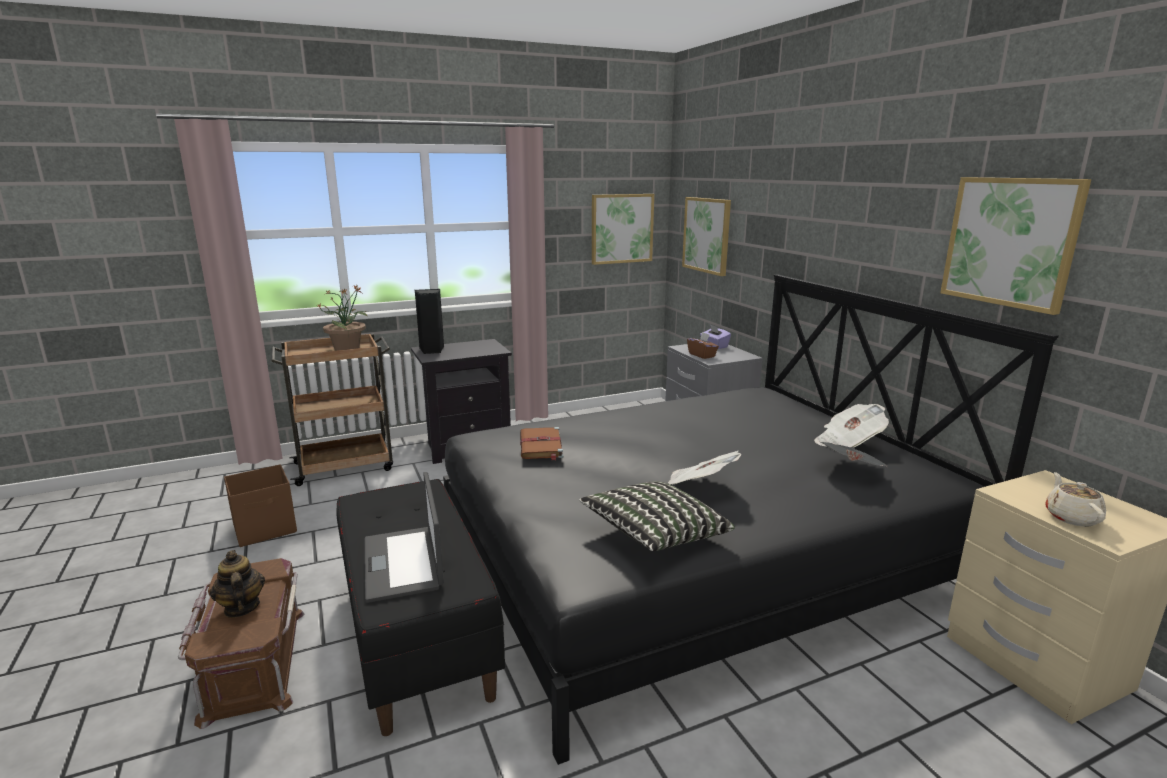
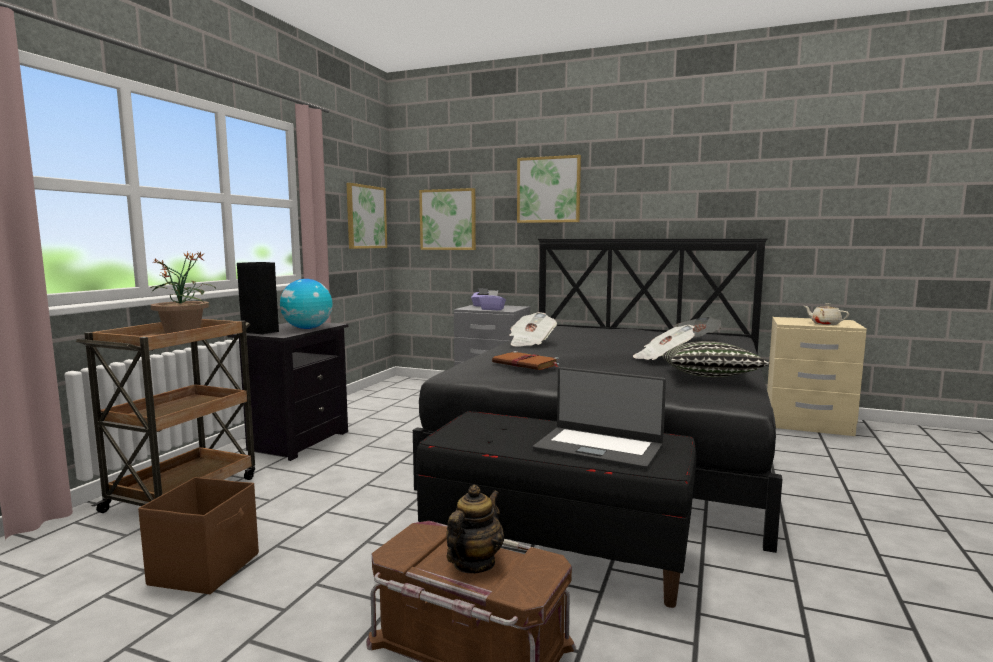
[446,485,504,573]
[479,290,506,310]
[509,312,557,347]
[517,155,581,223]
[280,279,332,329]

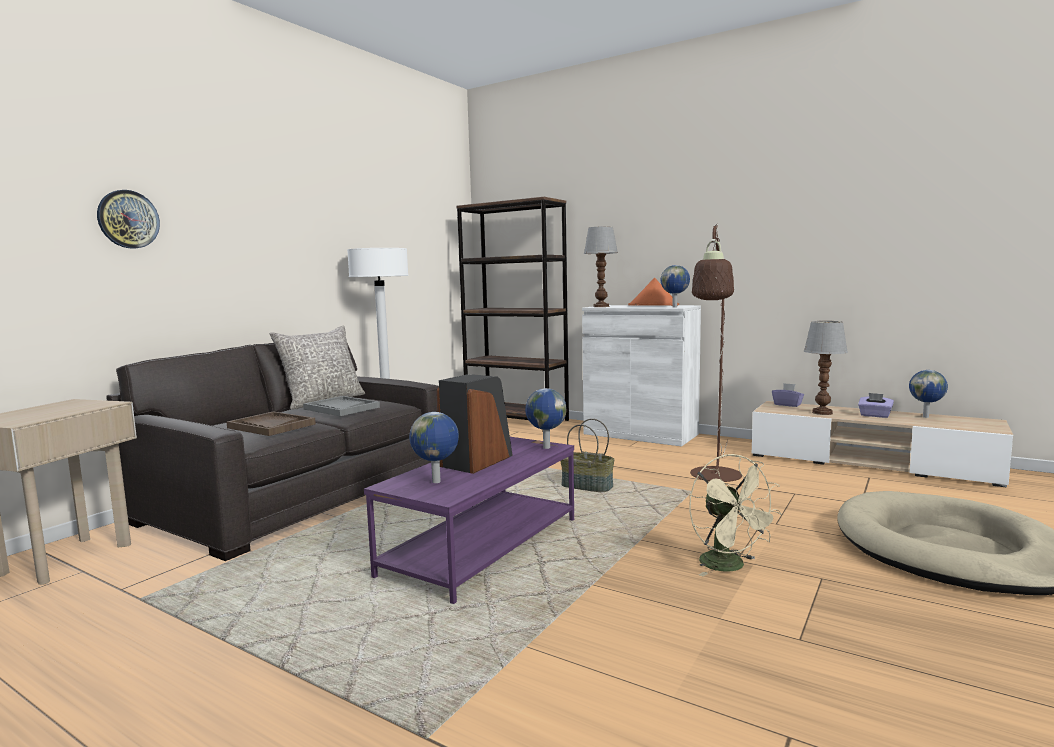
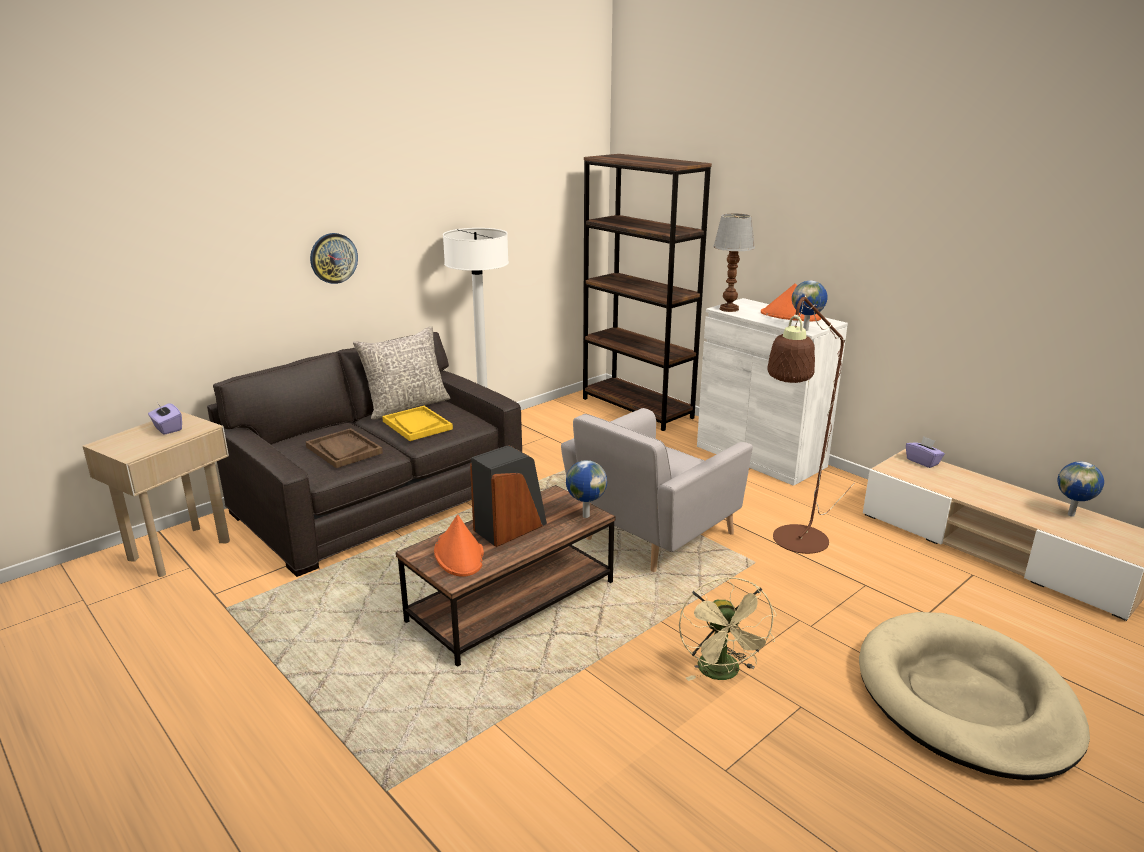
[310,233,358,284]
[382,406,453,441]
[396,485,615,667]
[434,515,484,577]
[561,408,753,572]
[804,321,848,415] (first image)
[148,403,182,435]

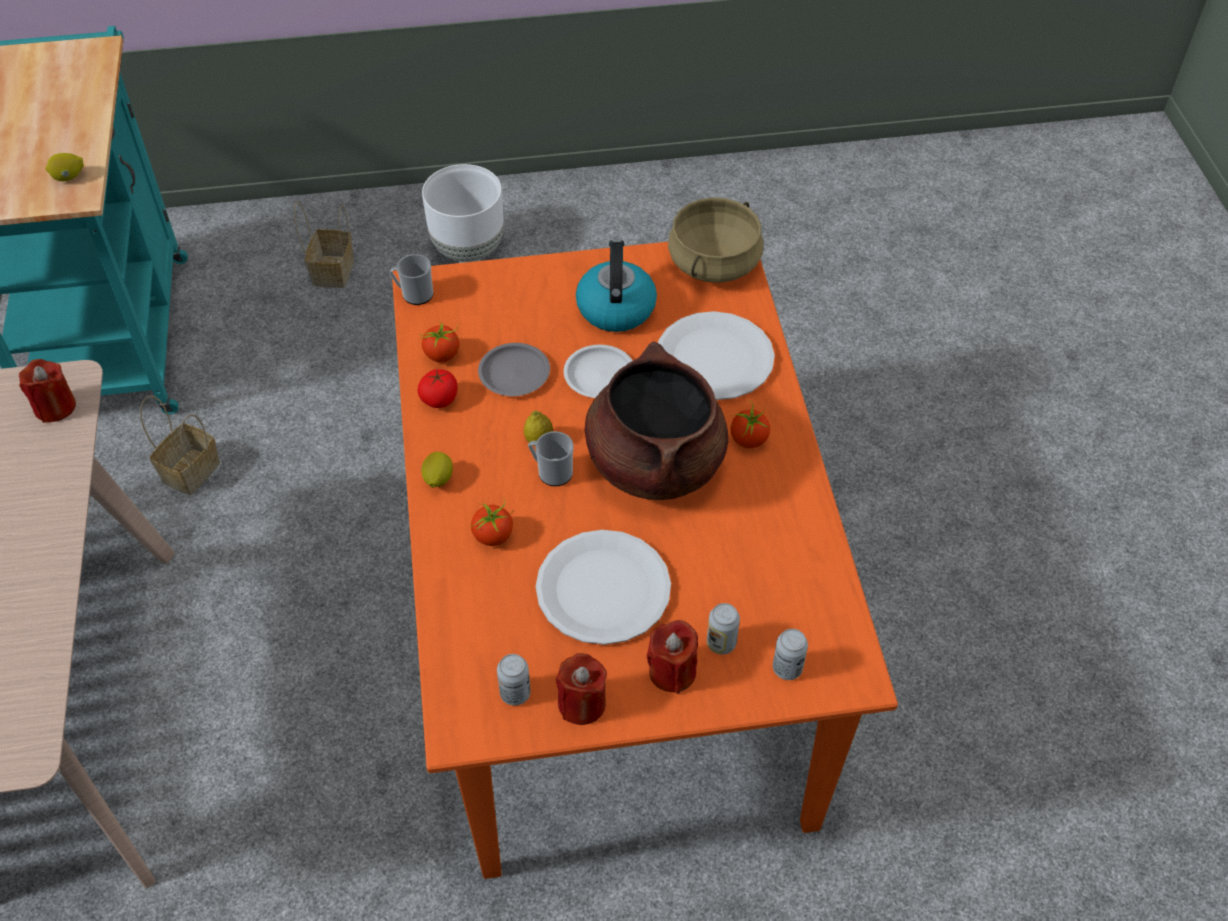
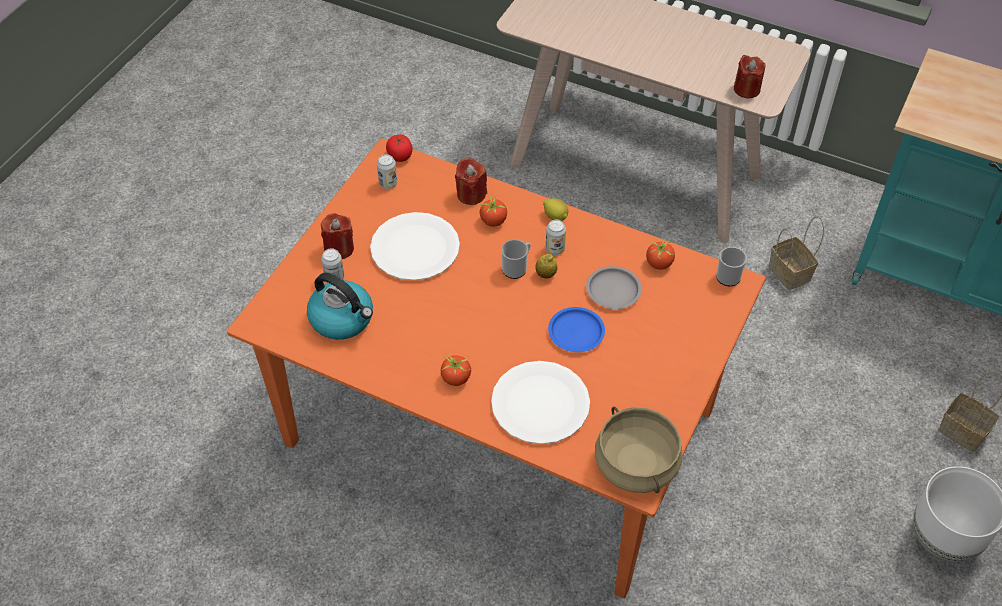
[45,153,84,181] (first image)
[386,135,413,162]
[455,157,487,205]
[548,307,605,352]
[307,273,373,340]
[584,342,728,500] (first image)
[546,220,566,255]

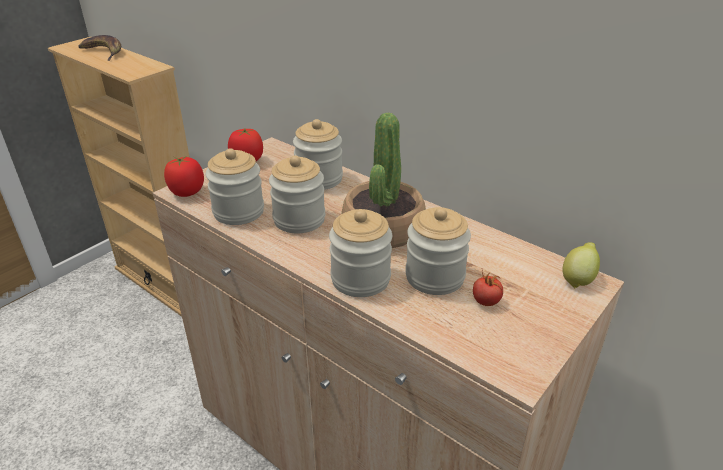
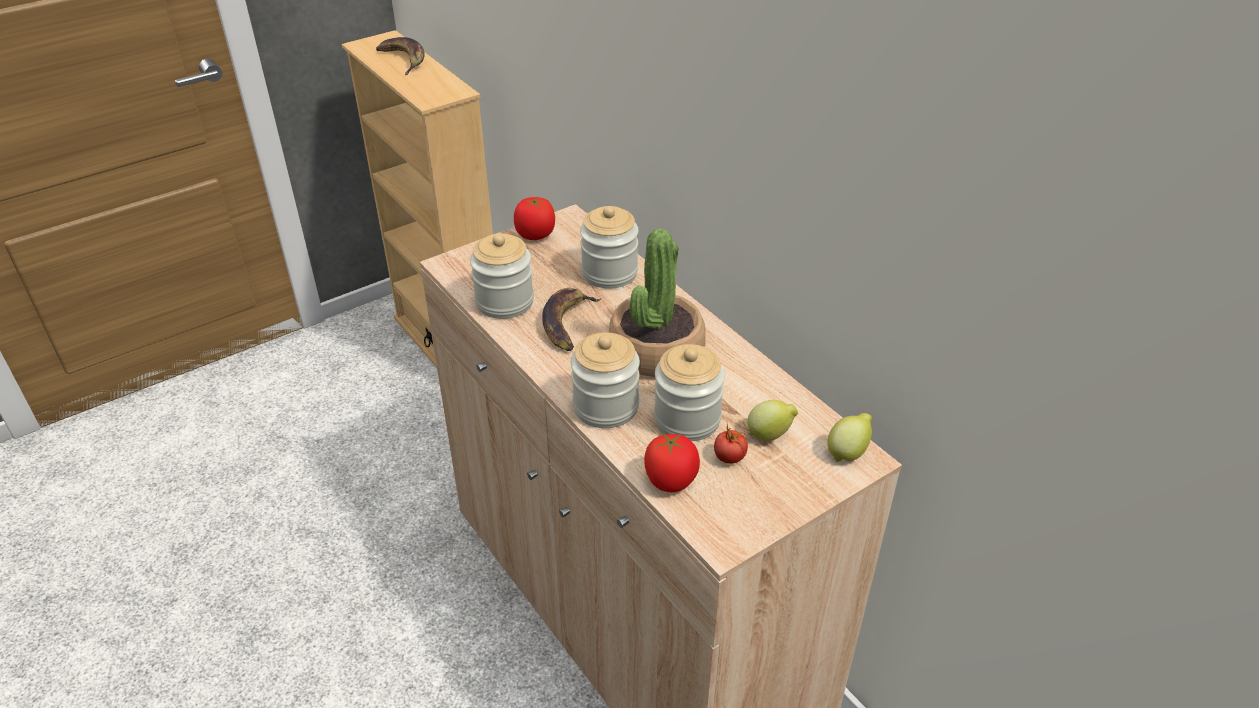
[644,433,700,492]
[543,288,602,351]
[747,400,798,441]

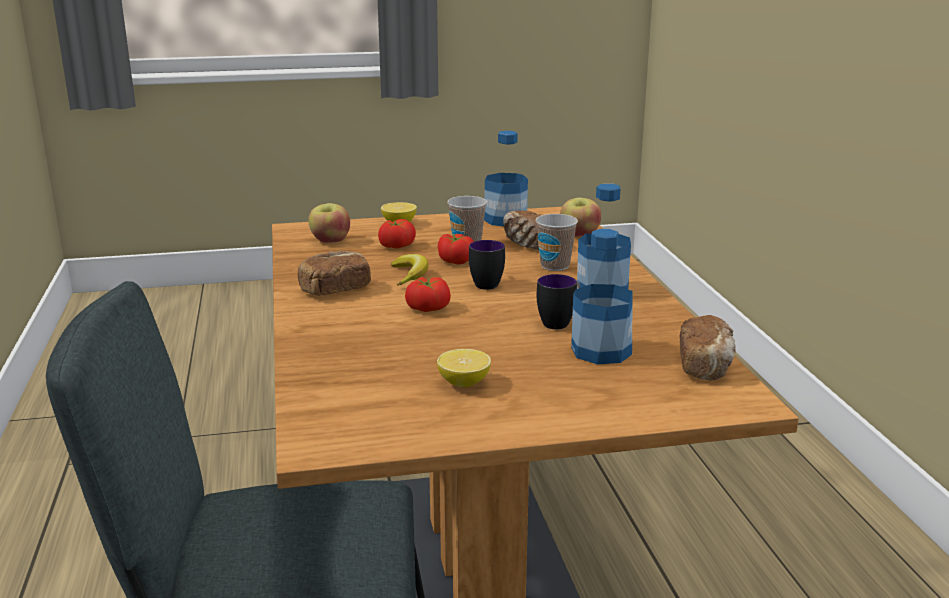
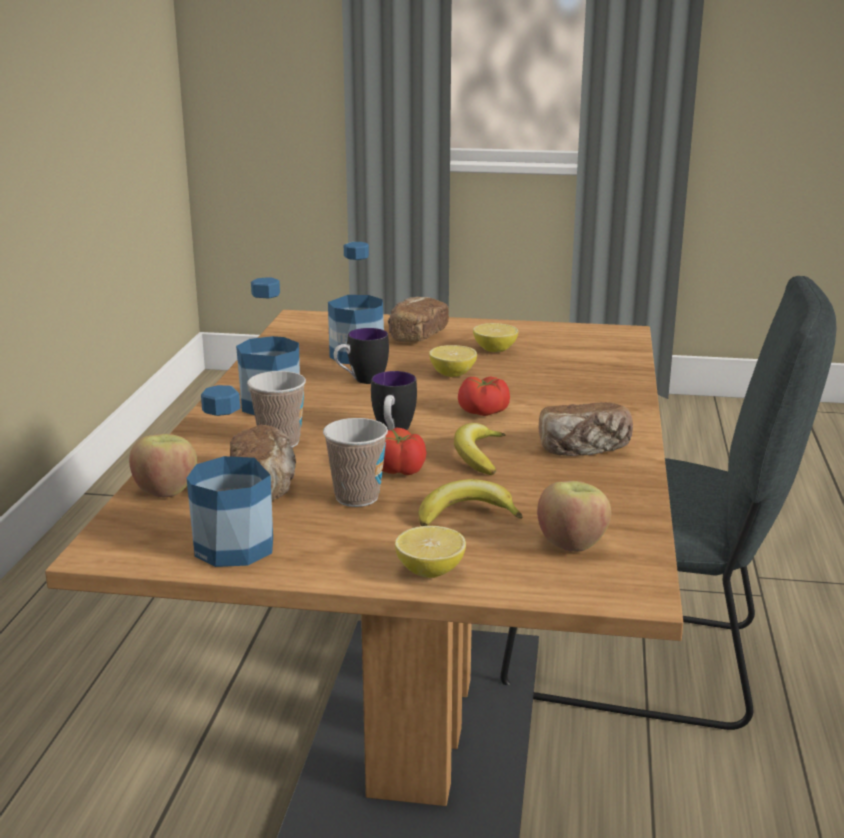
[418,479,523,526]
[388,297,449,342]
[429,345,477,377]

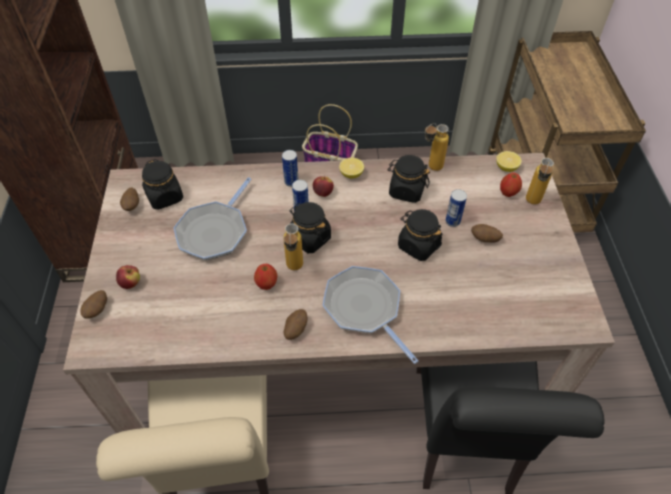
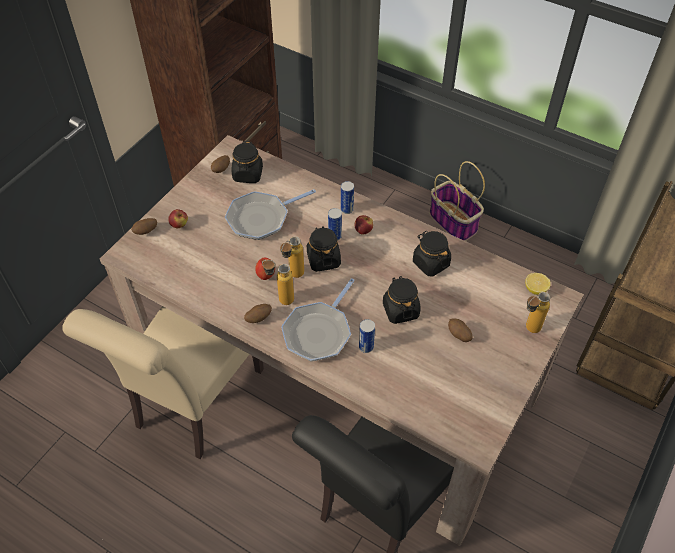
[281,278,355,362]
[339,157,364,179] (first image)
[262,260,294,305]
[359,319,375,353]
[500,173,522,197] (first image)

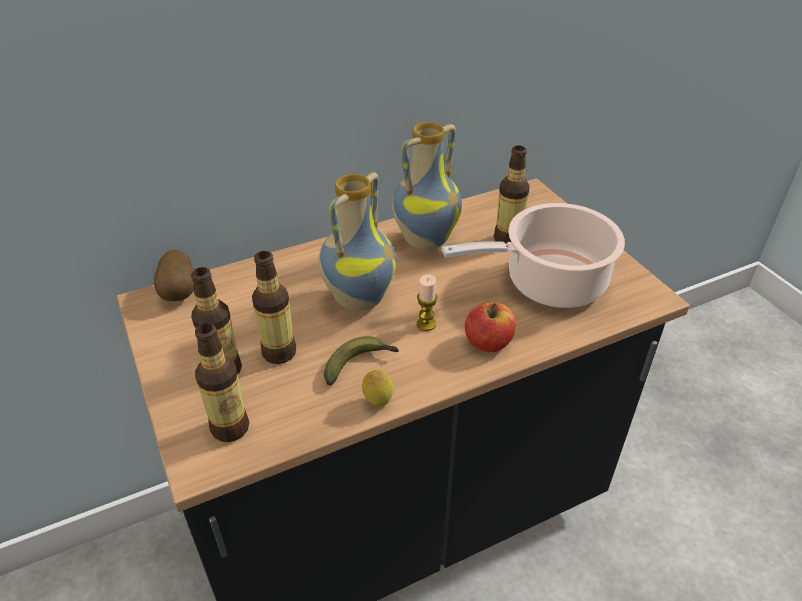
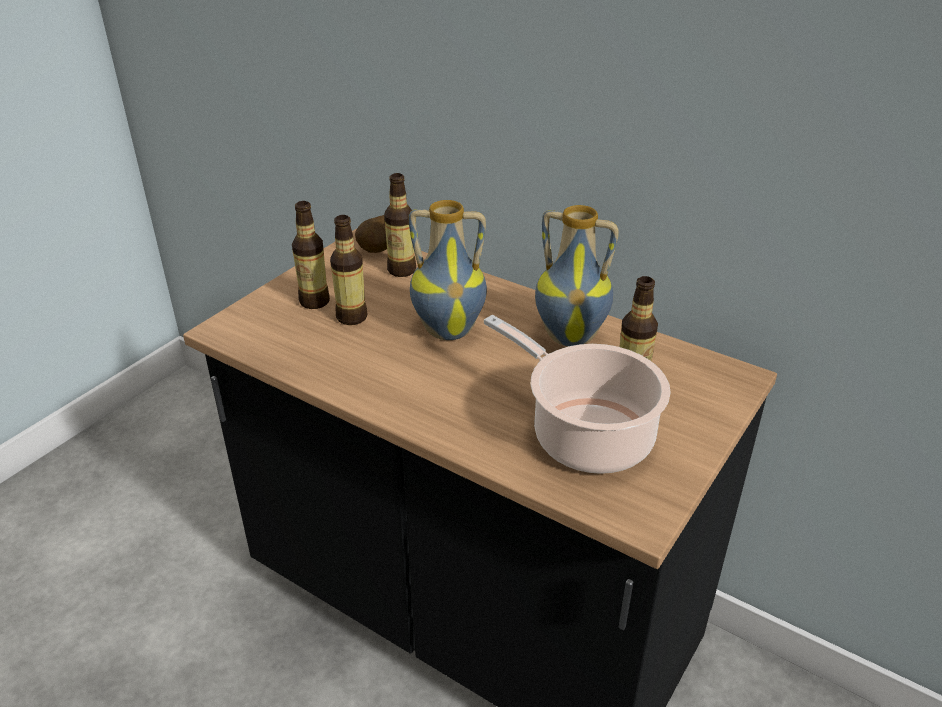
[384,173,416,277]
[324,336,399,385] (first image)
[362,370,393,407] (first image)
[417,275,437,331] (first image)
[465,302,516,352] (first image)

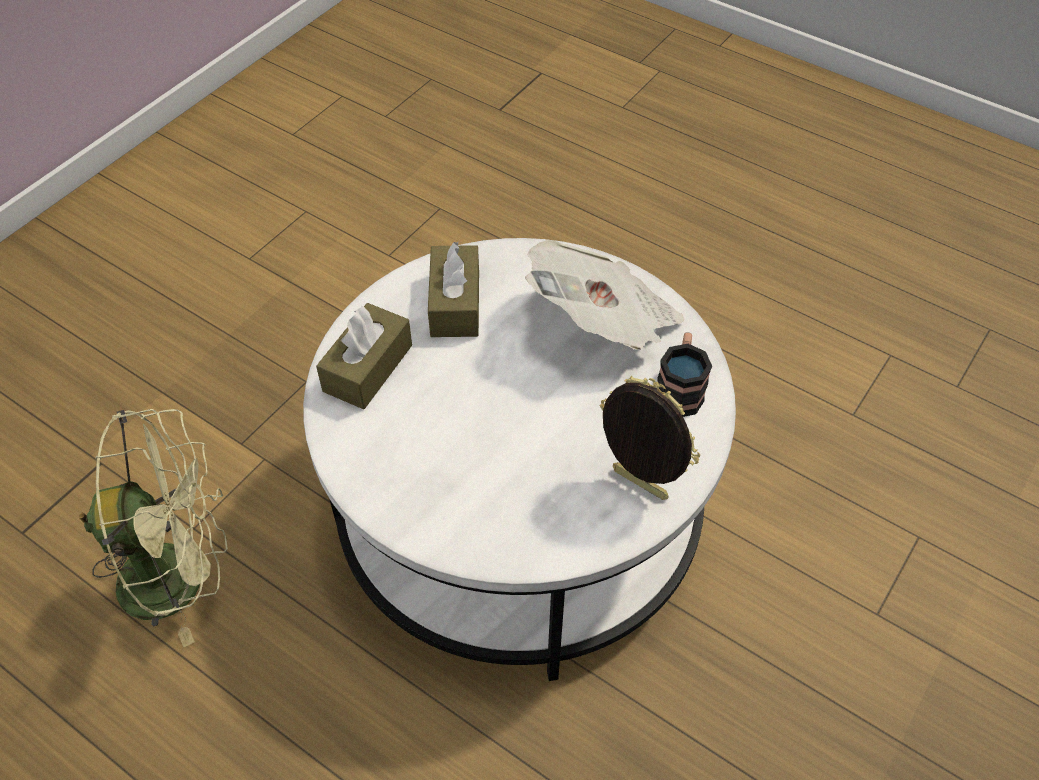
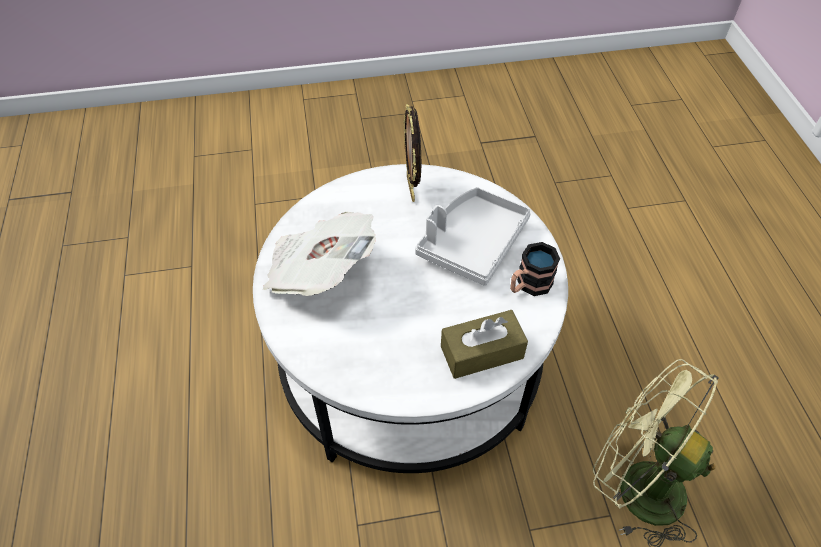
[428,241,479,337] (first image)
[510,242,560,296]
[415,187,531,286]

